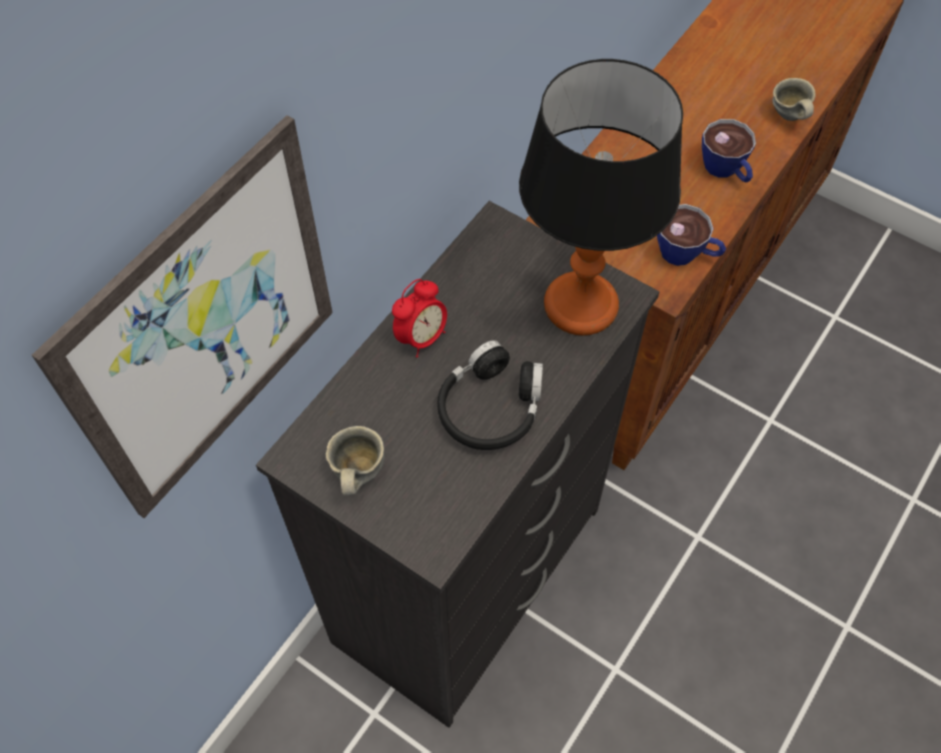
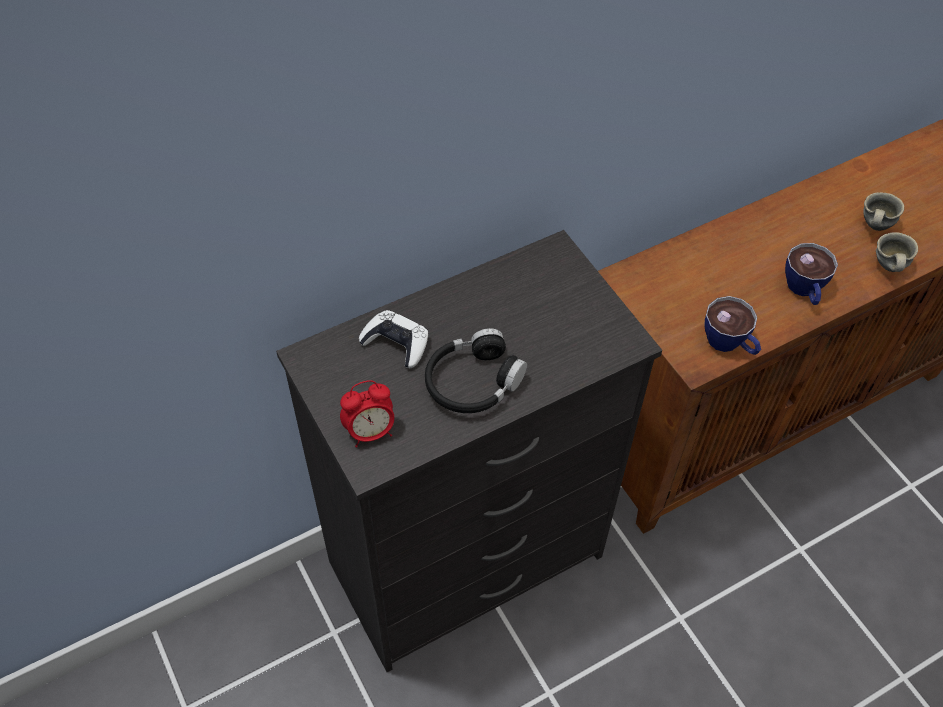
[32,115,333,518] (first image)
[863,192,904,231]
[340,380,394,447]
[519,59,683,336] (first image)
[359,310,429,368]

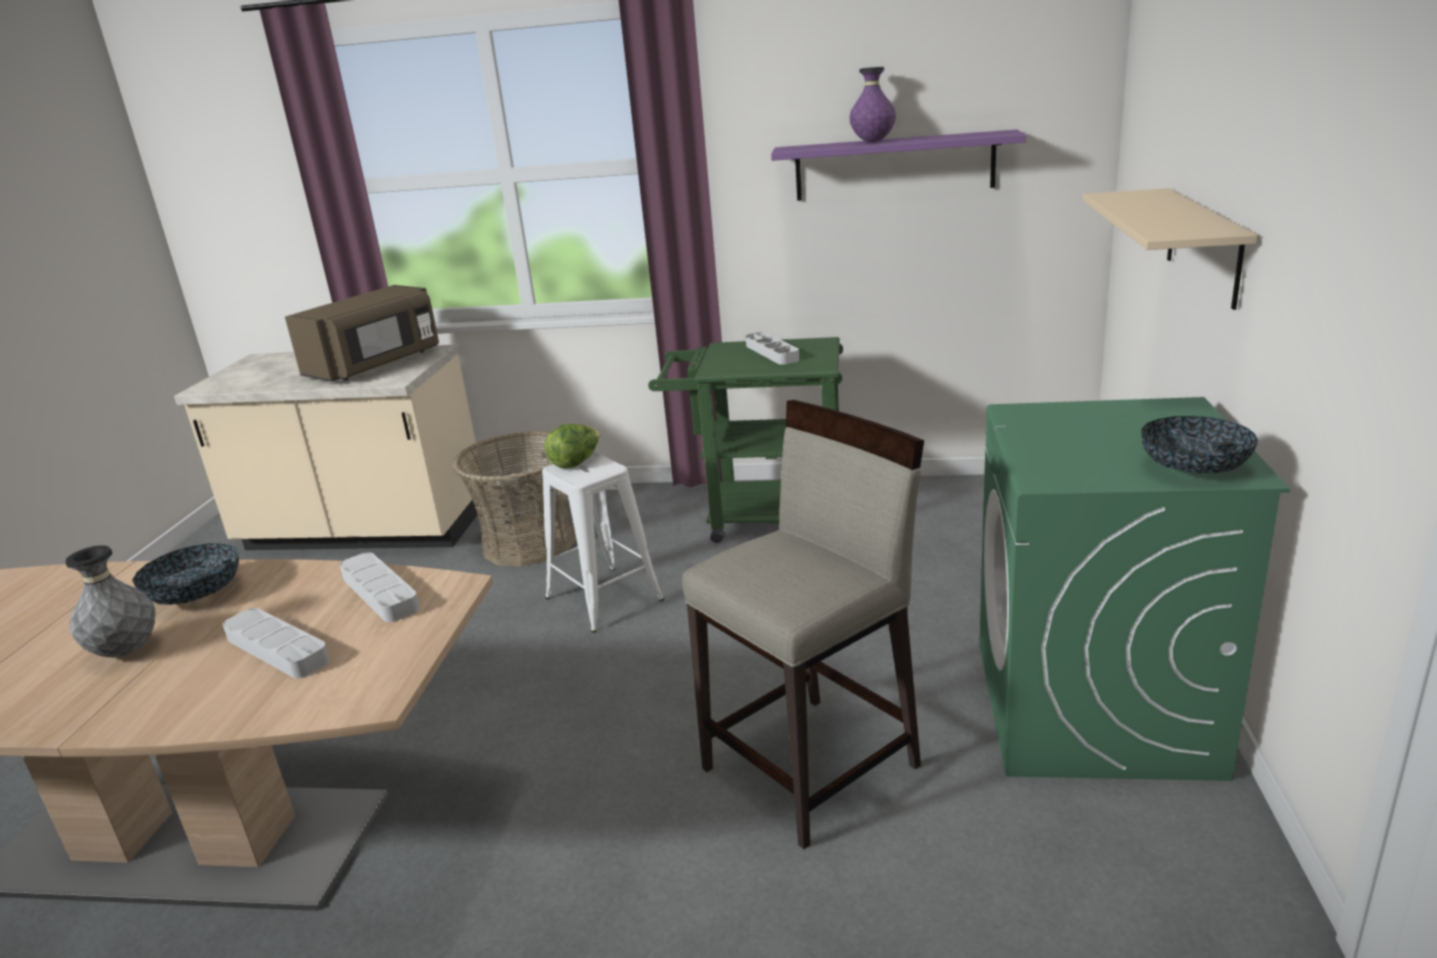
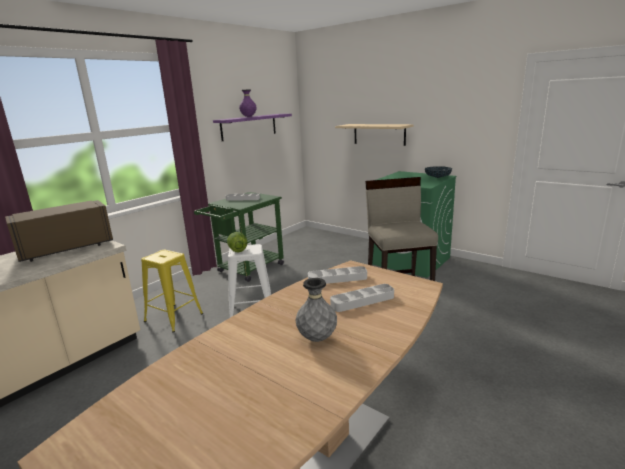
[132,543,239,605] (first image)
[5,200,113,262]
[141,250,203,332]

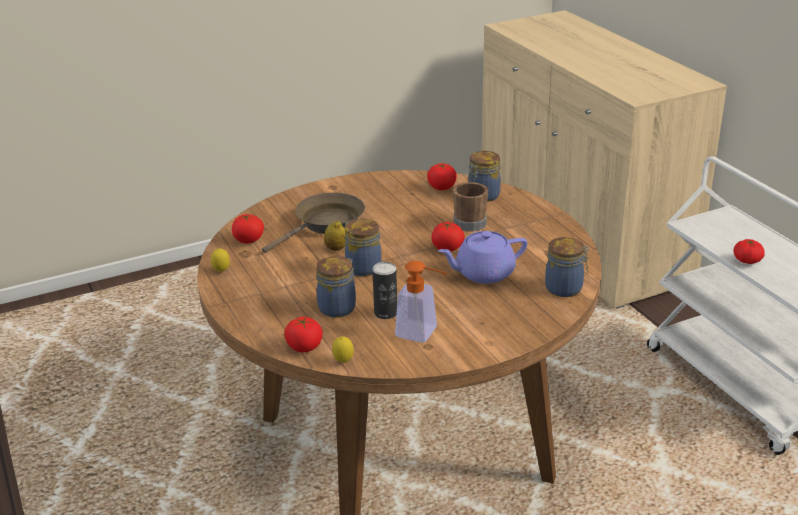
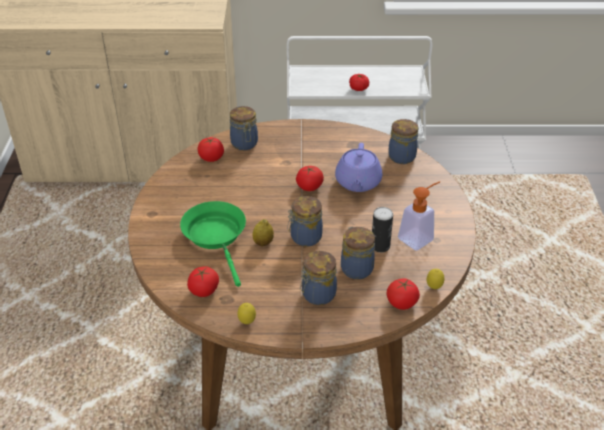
[180,201,246,287]
[453,182,488,232] (first image)
[300,251,337,305]

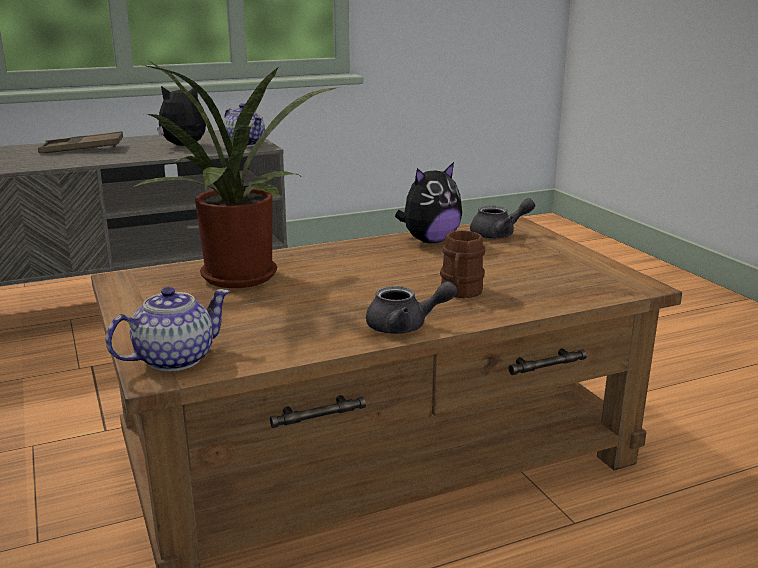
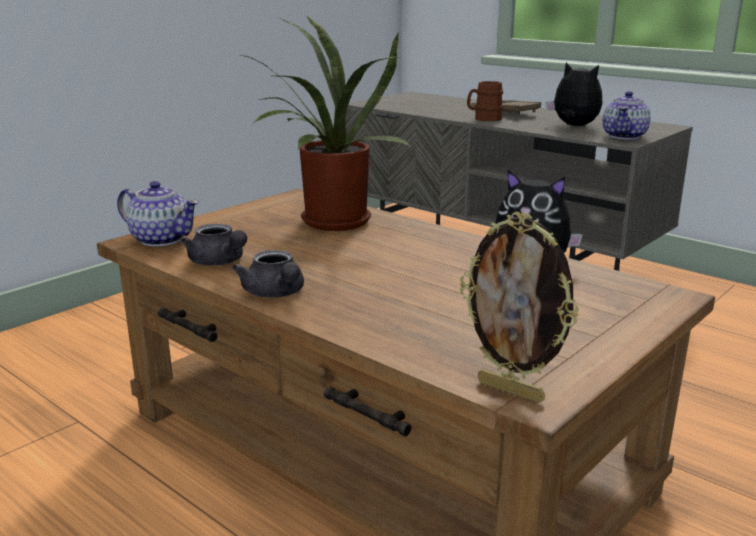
[467,81,503,121]
[181,224,247,266]
[460,212,579,403]

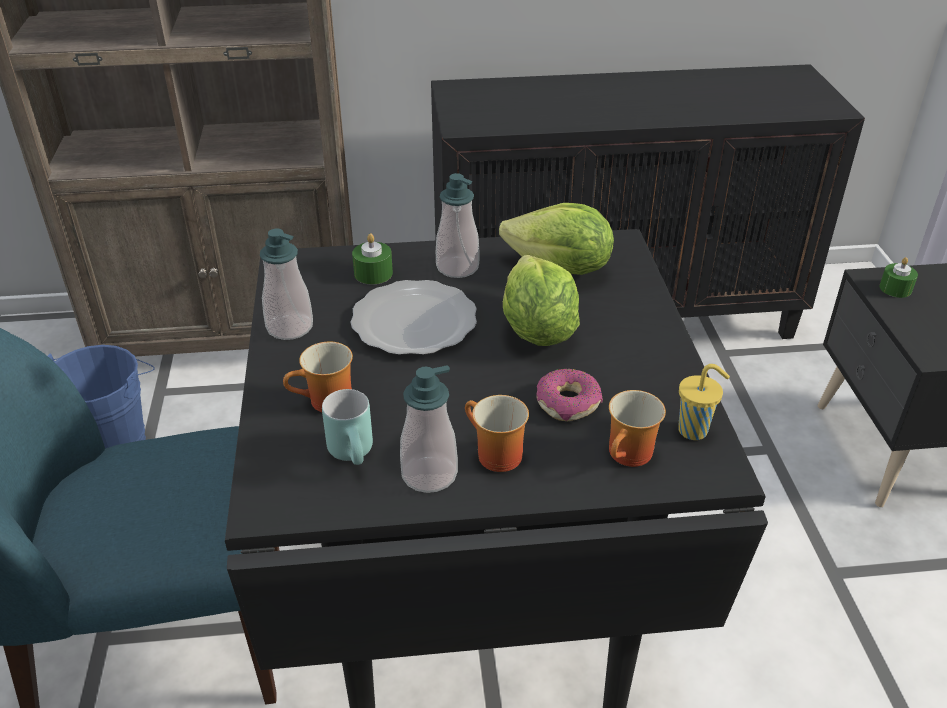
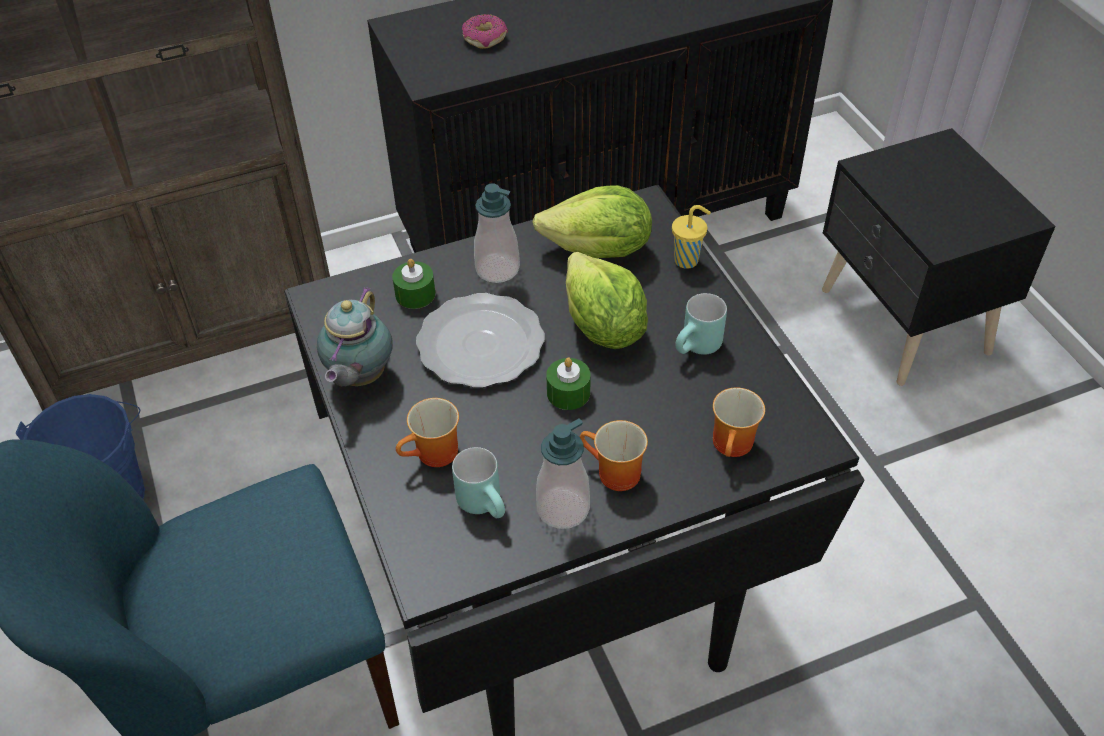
[317,287,392,387]
[462,14,508,49]
[672,205,711,269]
[546,357,591,410]
[675,293,727,355]

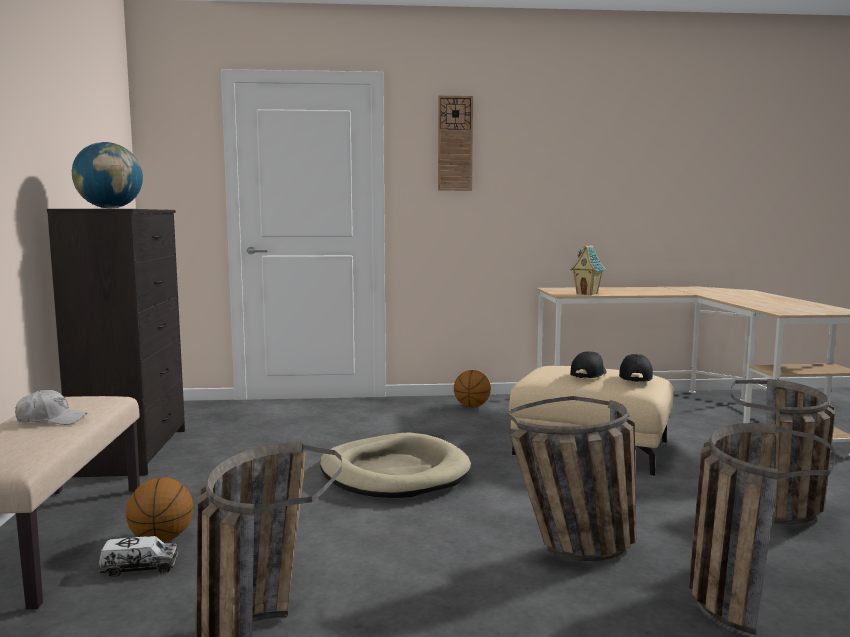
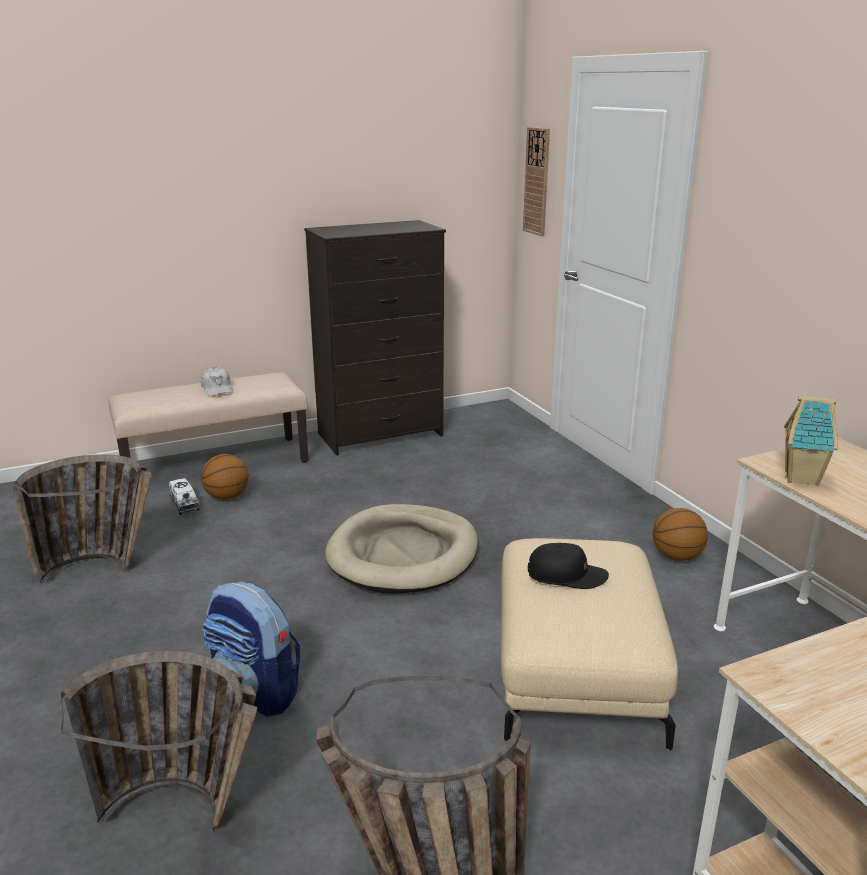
[72,142,143,208] (first image)
[523,127,550,236]
[202,582,300,717]
[619,354,653,382] (first image)

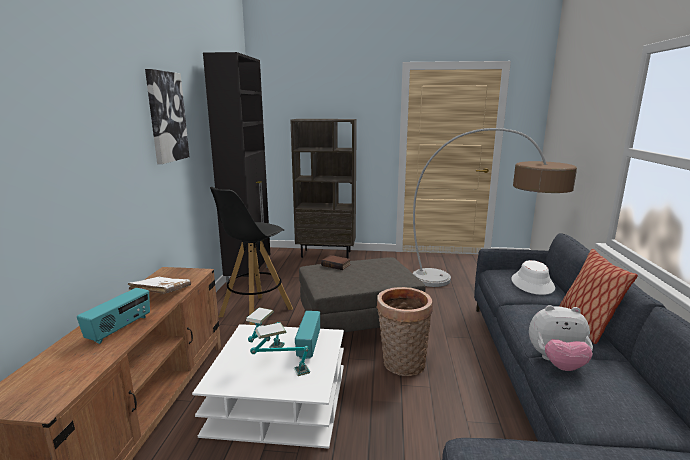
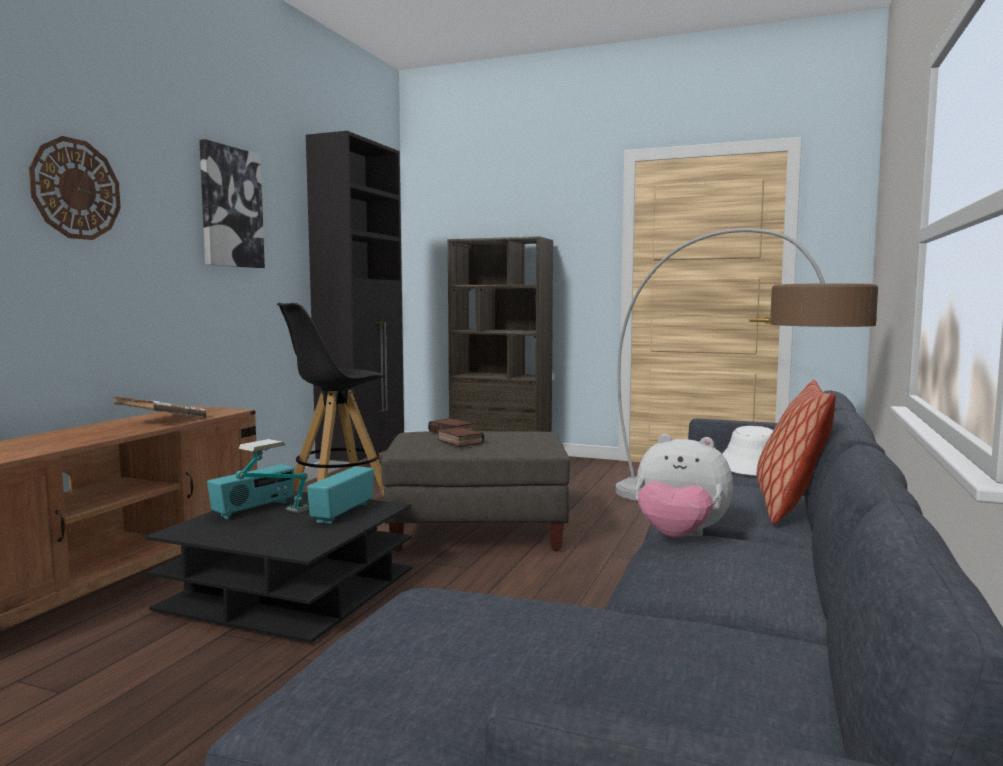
[207,464,294,519]
[145,491,412,643]
[250,323,310,376] (first image)
[376,287,433,376] (first image)
[29,136,121,240]
[437,427,484,447]

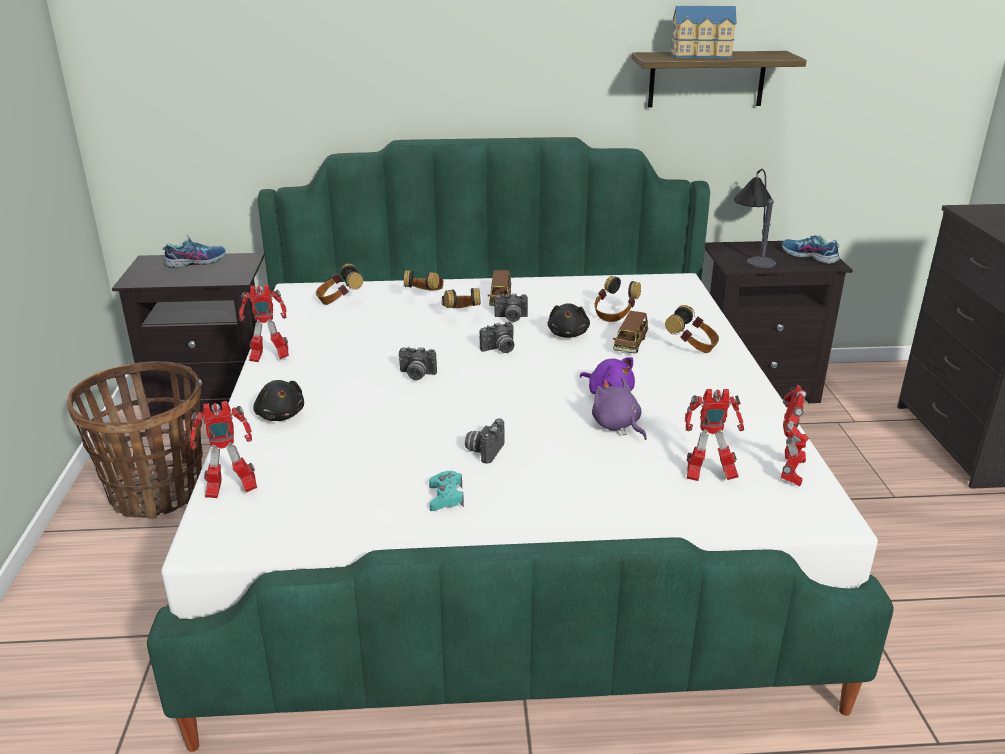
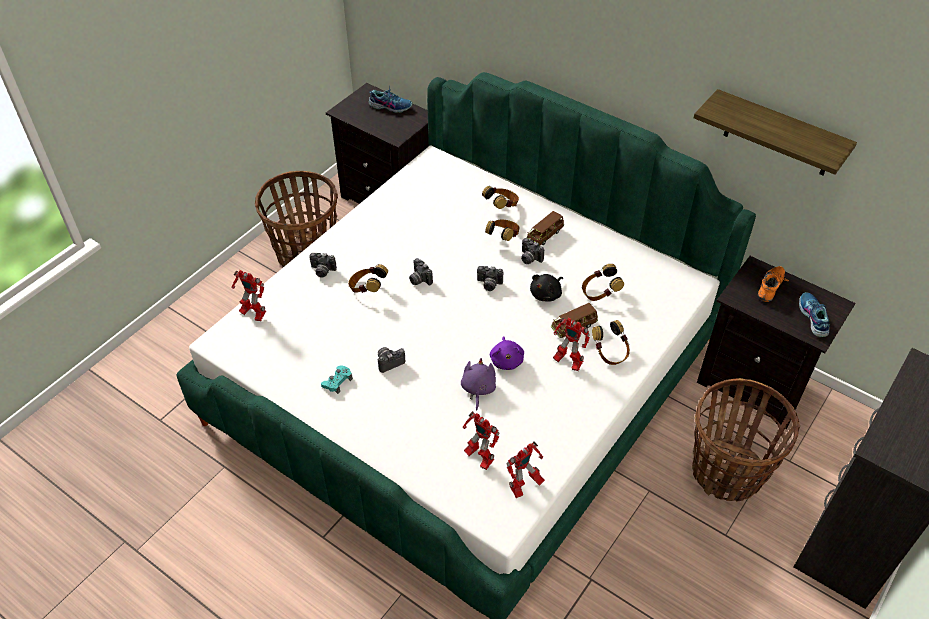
[553,317,590,371]
[309,253,337,278]
[348,264,388,293]
[670,6,737,58] (first image)
[758,266,789,302]
[692,378,800,502]

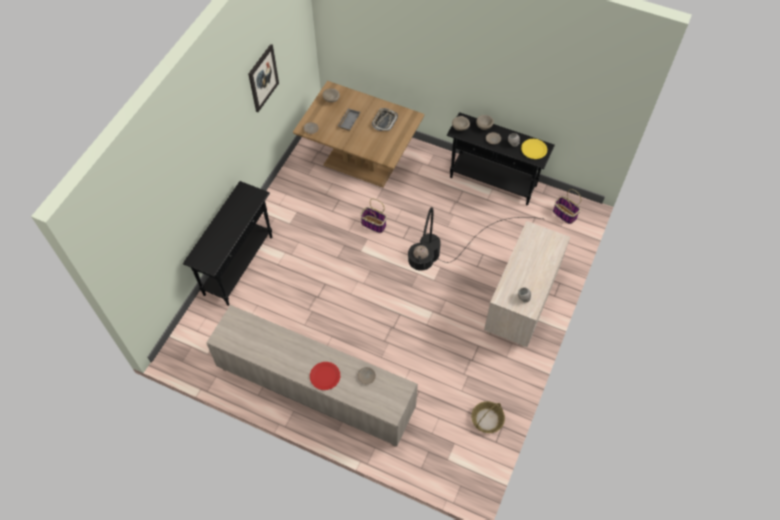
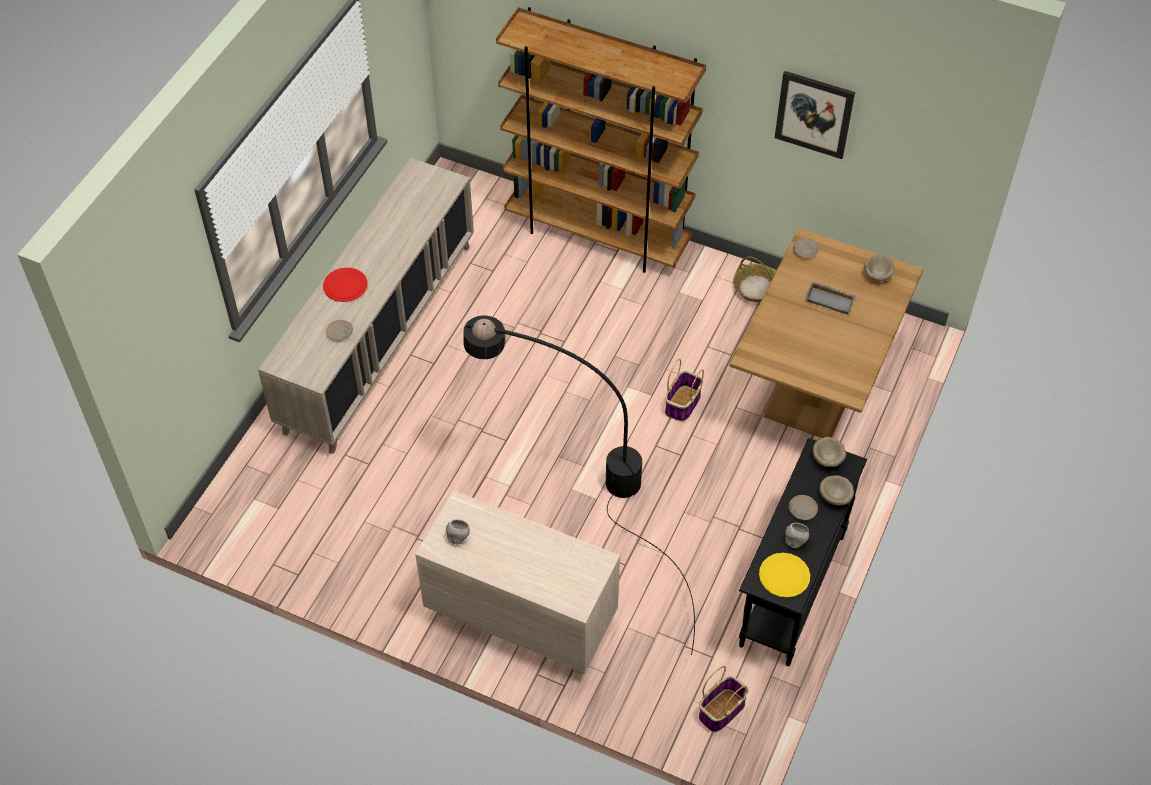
[496,7,706,273]
[372,108,398,131] (first image)
[733,257,776,302]

